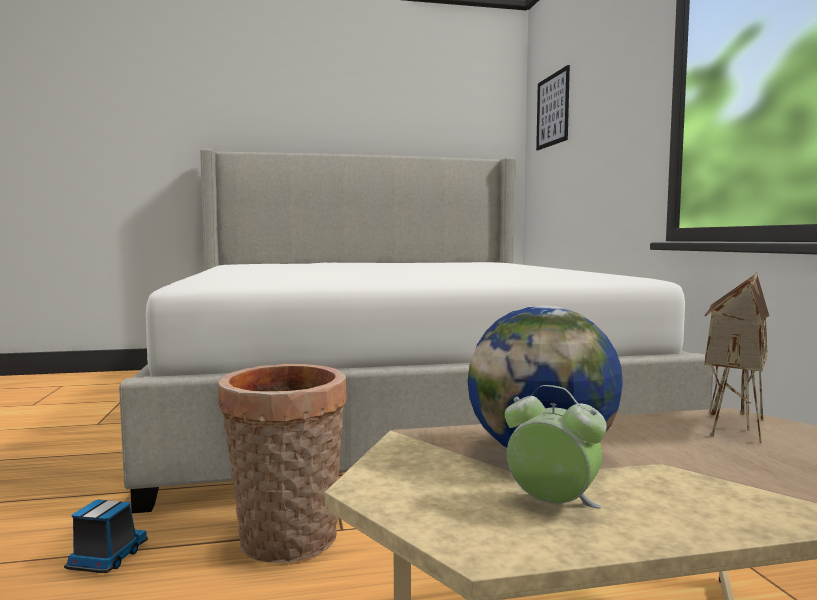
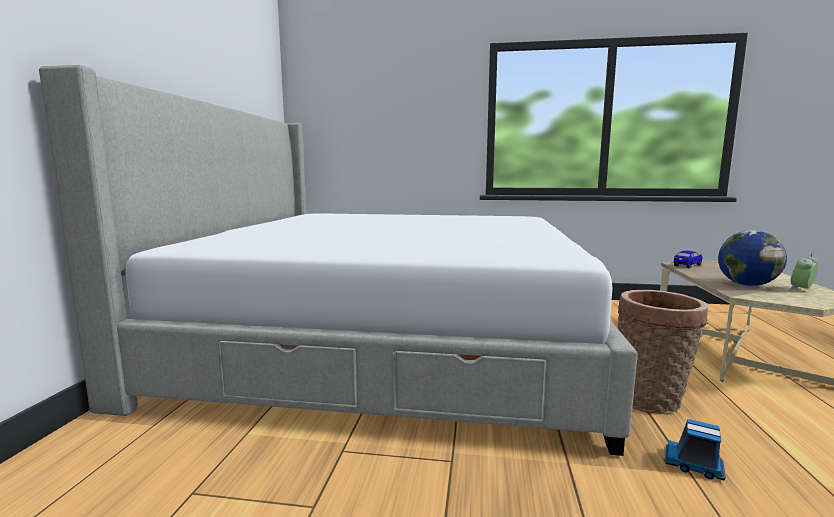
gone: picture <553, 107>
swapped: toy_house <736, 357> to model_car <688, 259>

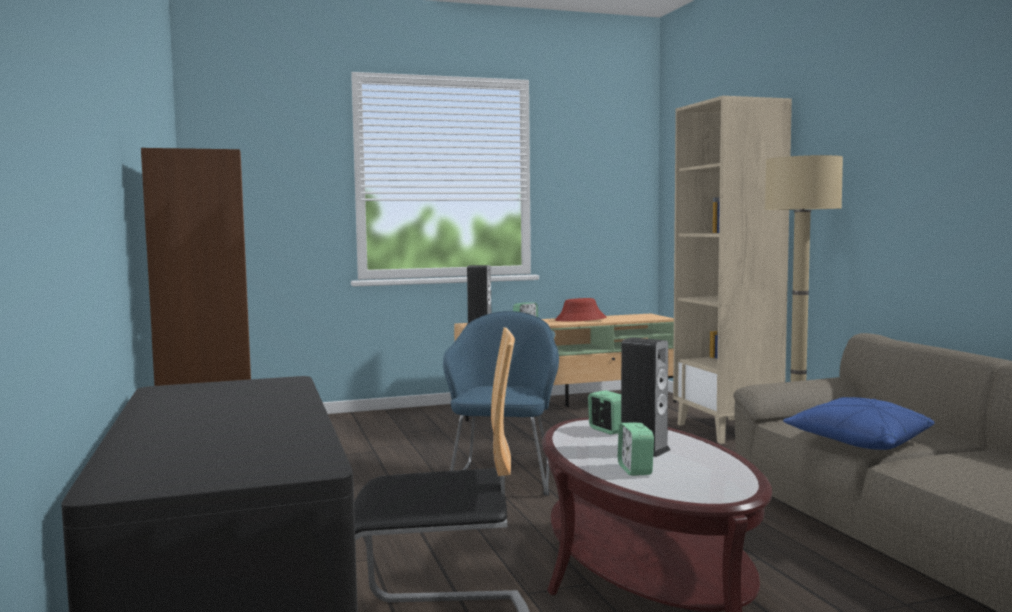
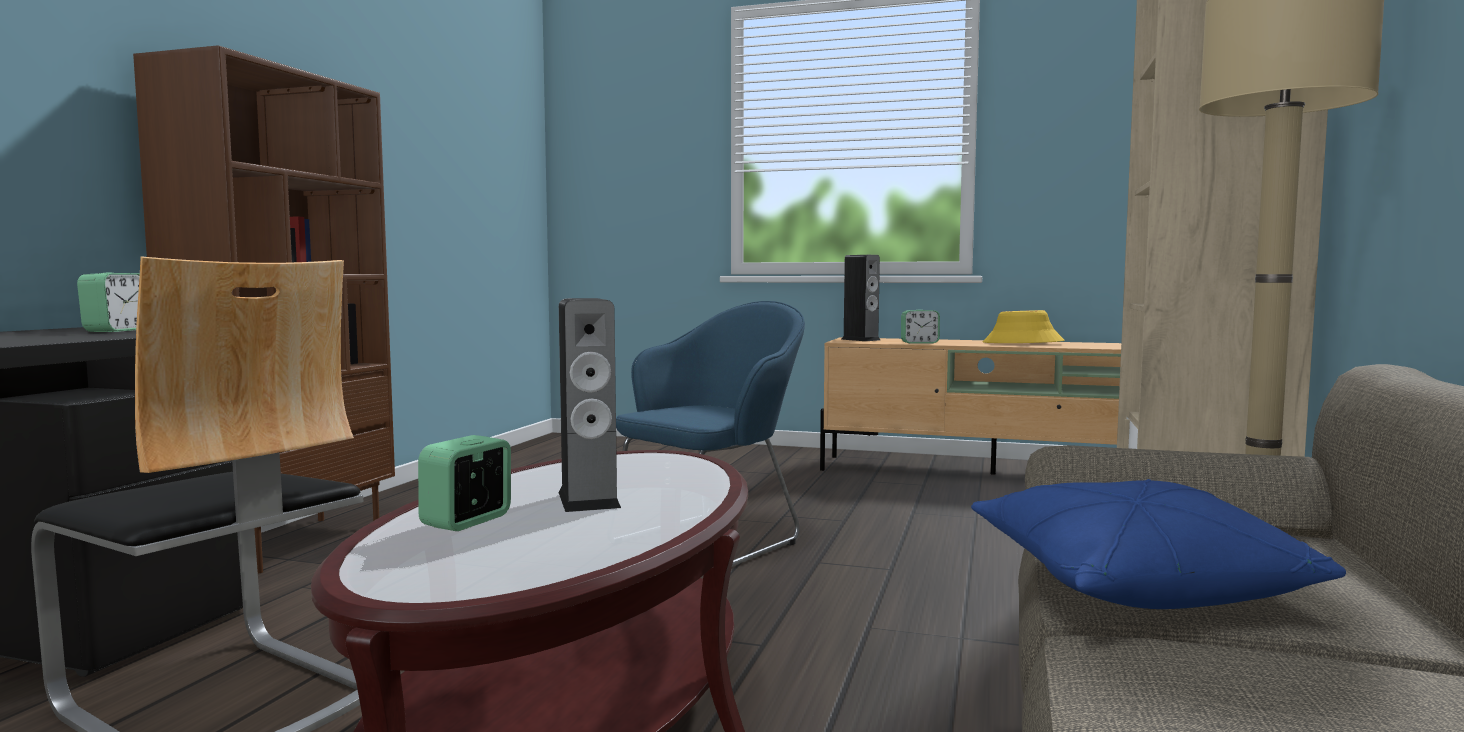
shifted: alarm_clock <604, 412> to <108, 302>
repainted: red-coloured_clothing_hat <580, 310> to yellowish_clothing_hat <1024, 326>

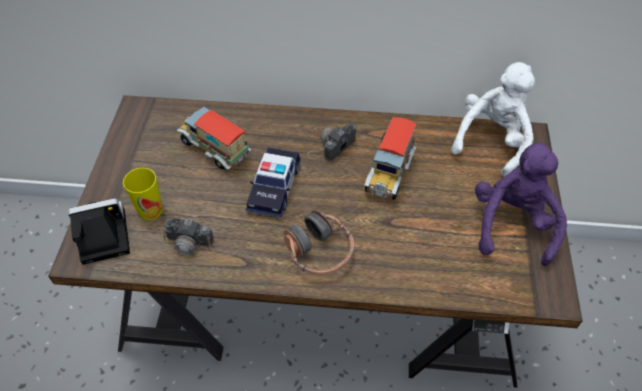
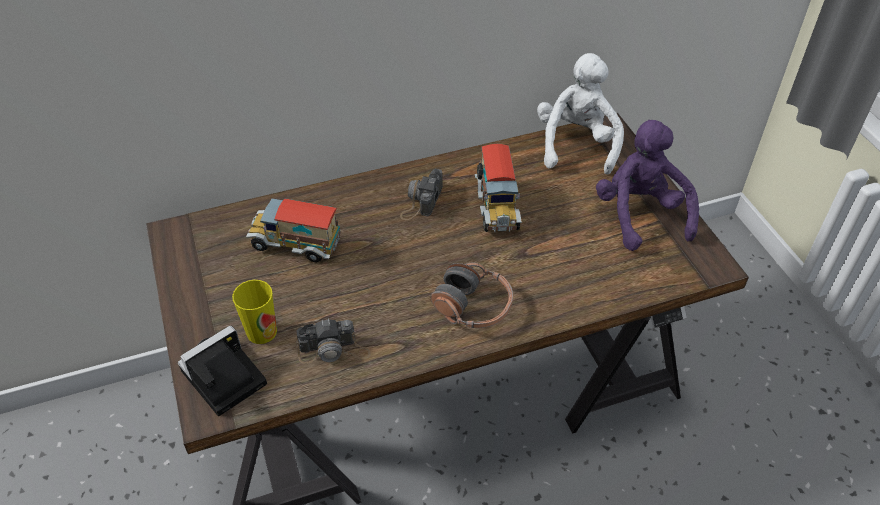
gone: model_car <273, 182>

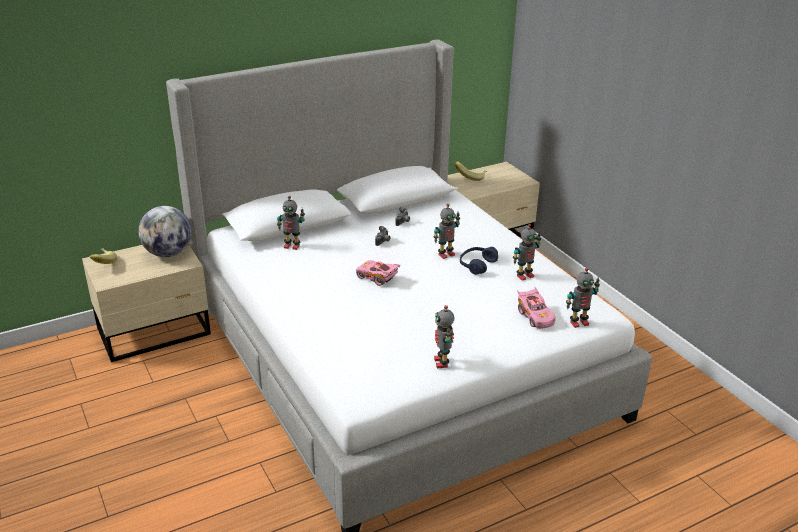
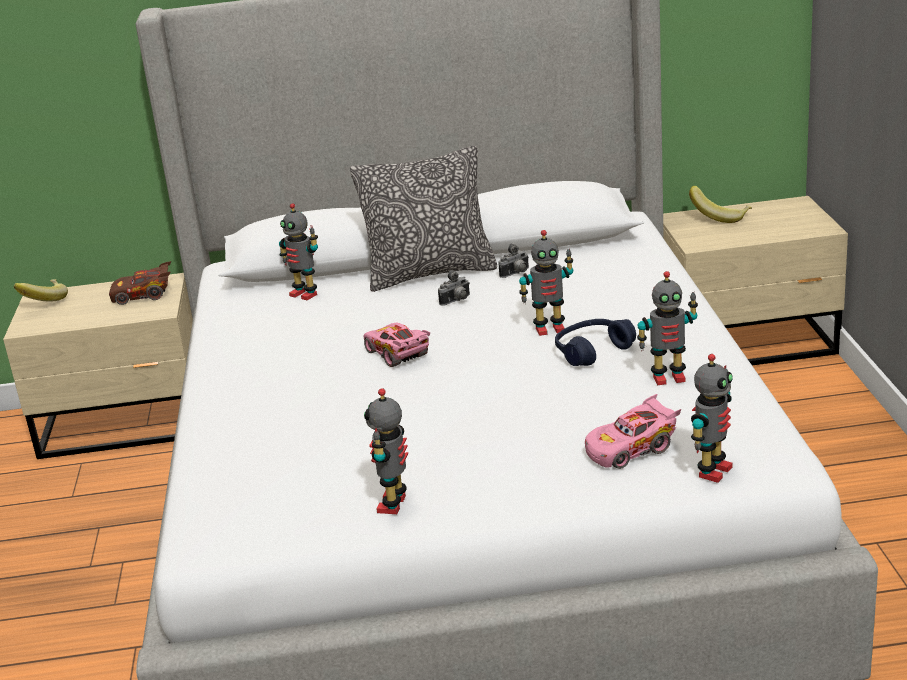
new: throw_pillow <423, 219>
swapped: globe <165, 231> to brown-coloured_model_car <140, 283>
rotated: pinkish_model_car <536, 308> = <633, 431> 60 degrees clockwise; model_robot <583, 298> = <712, 418> 60 degrees counterclockwise

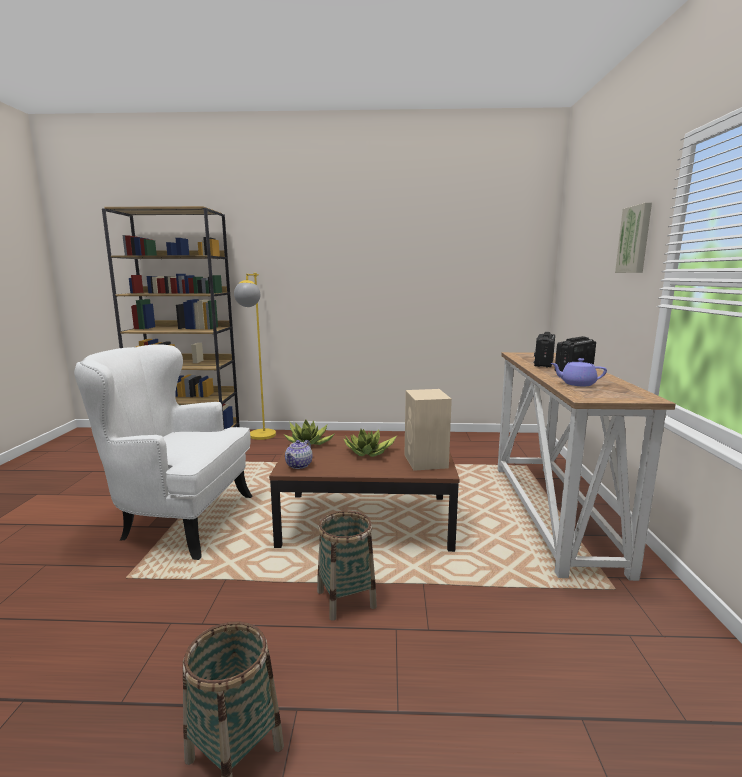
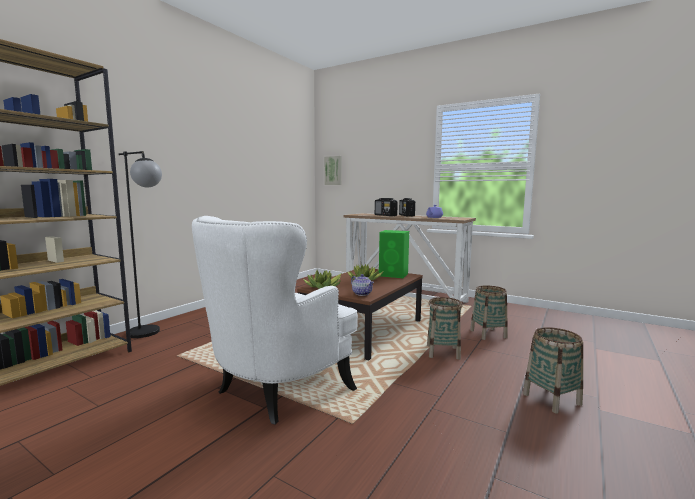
new: household_basket <489, 313>
shifted: picture <633, 238> to <333, 170>
repainted: yellowish_standing_lamp <255, 356> to black_standing_lamp <140, 244>; beige-coloured_speaker <428, 430> to green-coloured_speaker <394, 254>

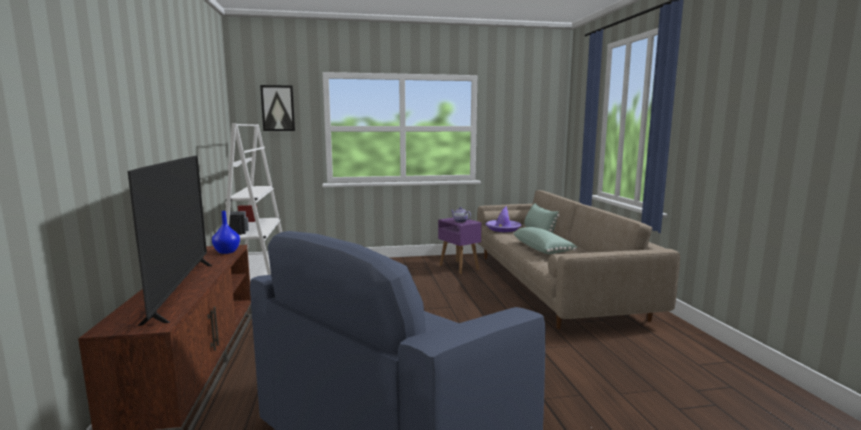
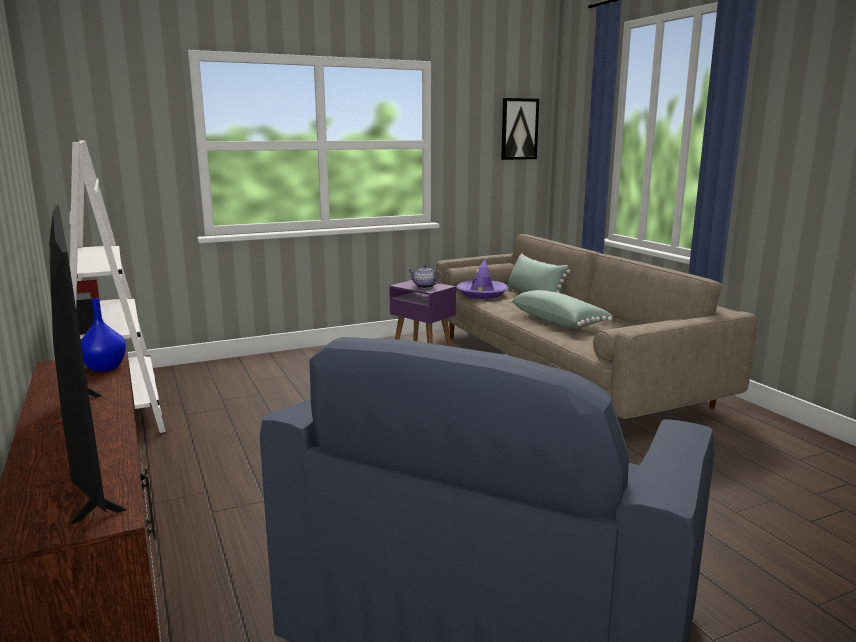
shifted: picture <277, 108> to <520, 129>

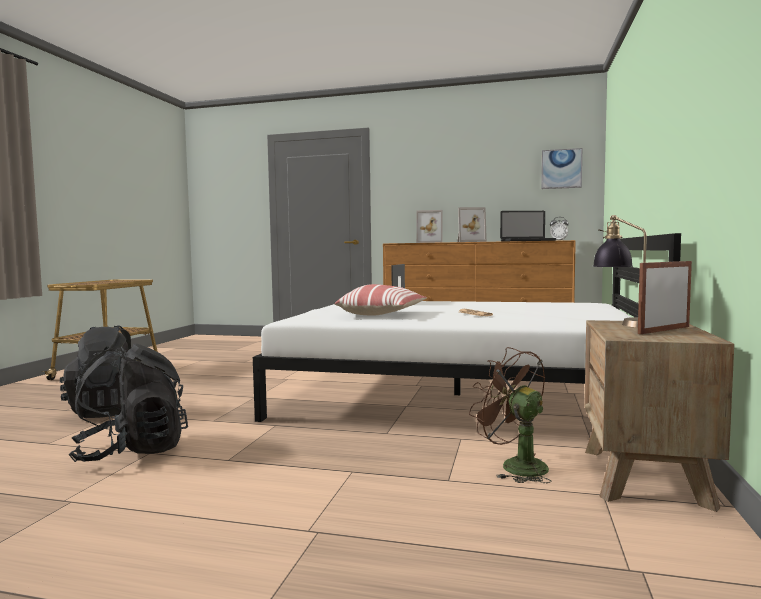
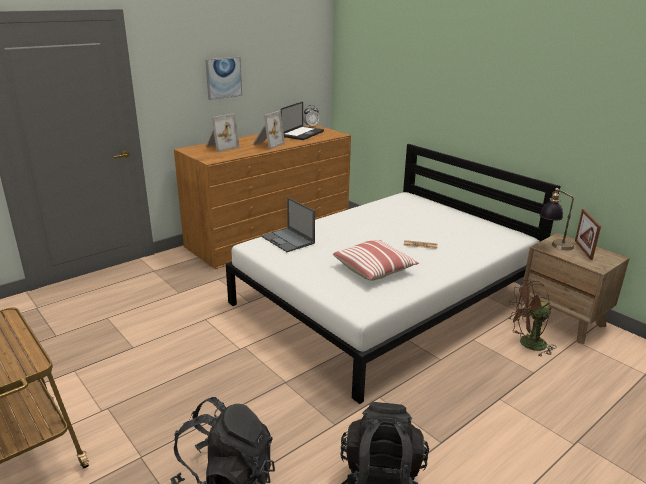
shifted: picture <561, 168> to <223, 78>

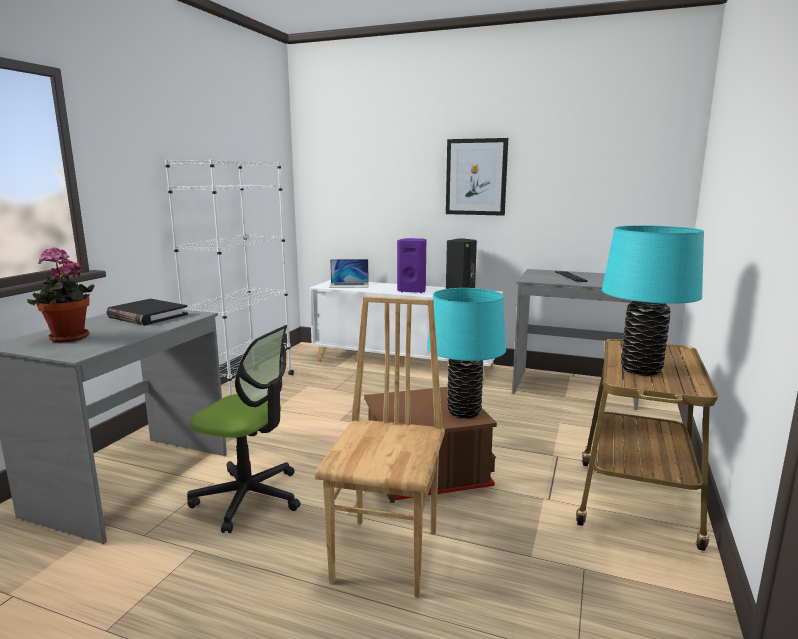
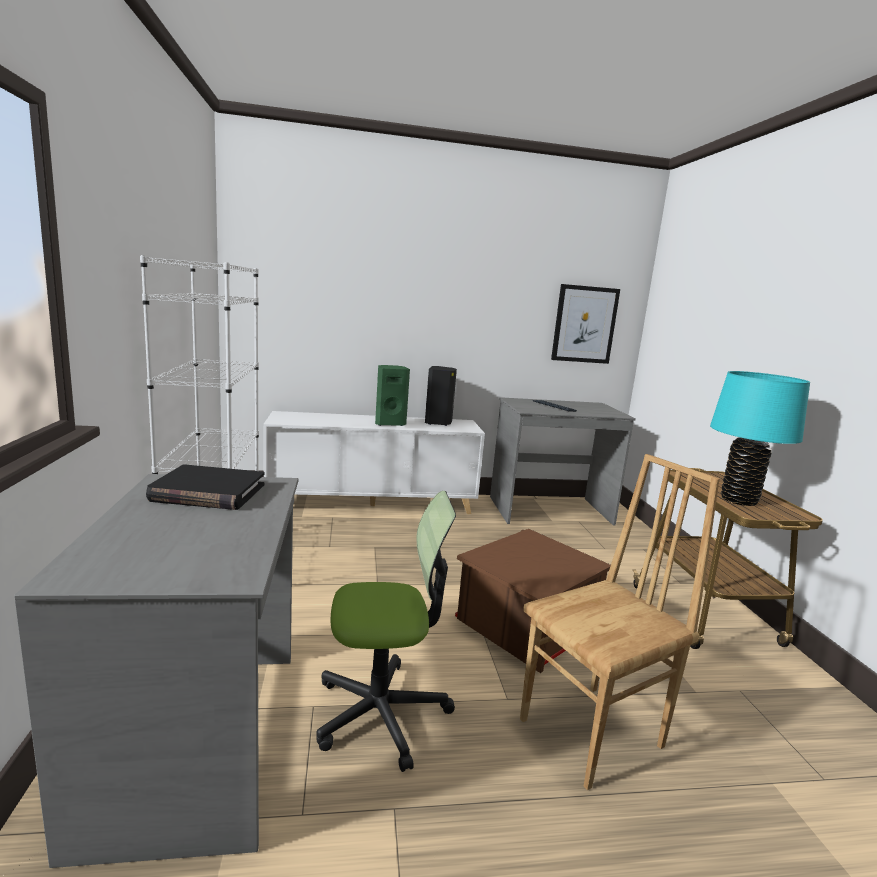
gone: potted_plant <61, 295>; portable_computer <349, 273>; turquoise-coloured_table_lamp <466, 353>
shifted: picture <477, 177> to <585, 324>
repainted: purplish_speaker <411, 265> to green-coloured_speaker <392, 395>
rotated: brown-coloured_plain_chair <380, 447> = <620, 622> 75 degrees clockwise

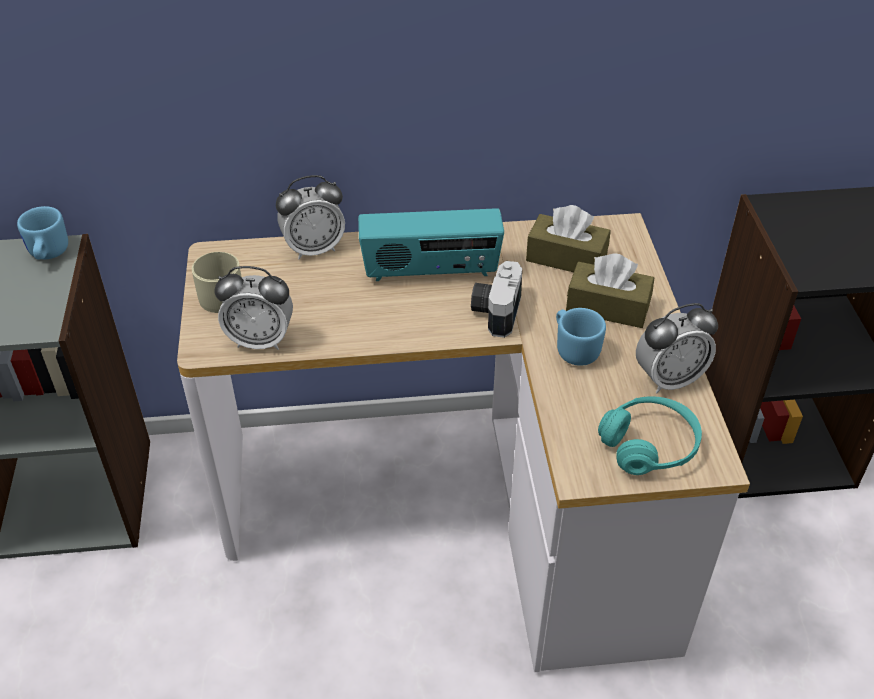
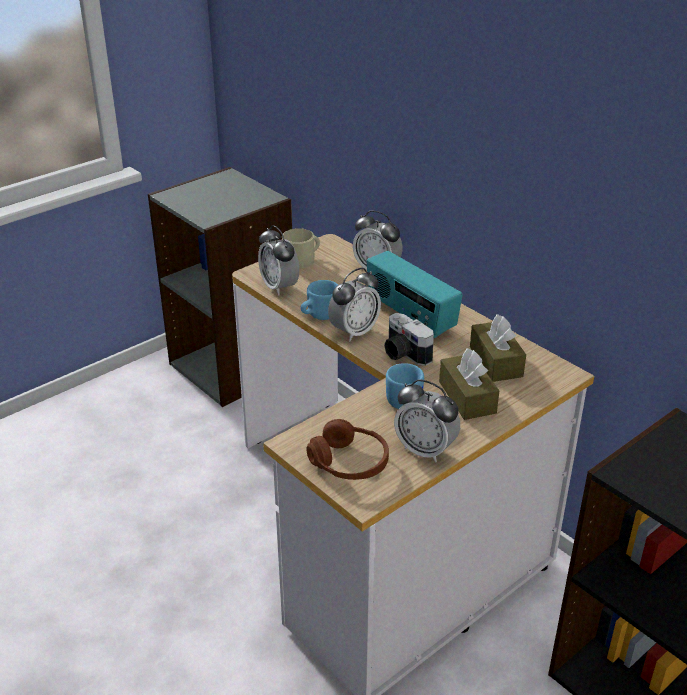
new: alarm_clock <354, 304>
shifted: blue-coloured_tea_mug <42, 233> to <319, 300>
repainted: turquoise-coloured_headphones <650, 435> to brown-coloured_headphones <347, 449>
rotated: still_camera <496, 299> = <409, 339> 105 degrees counterclockwise

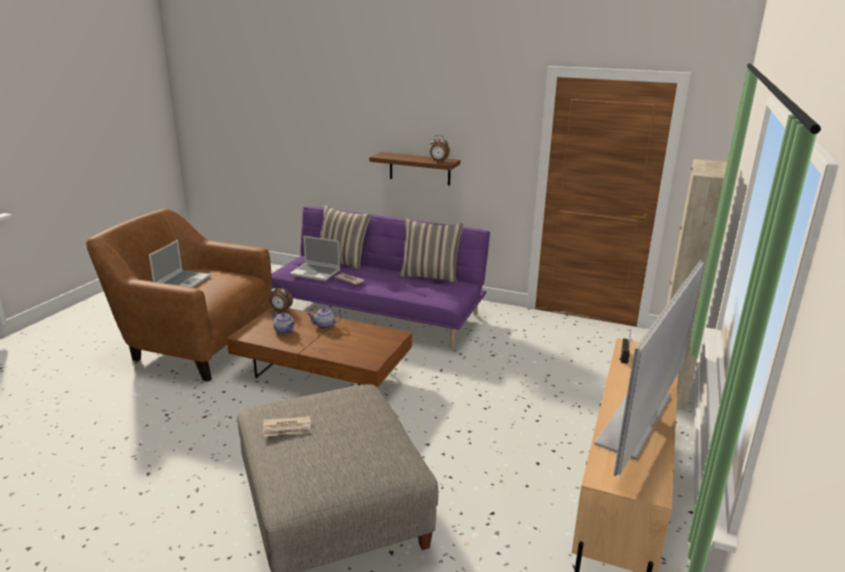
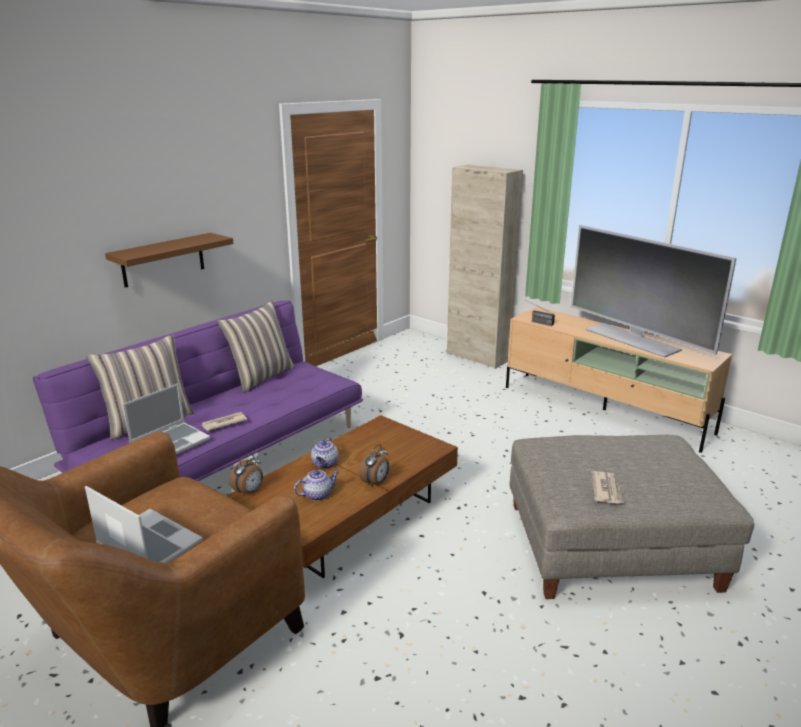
shifted: alarm_clock <440, 148> to <374, 465>

